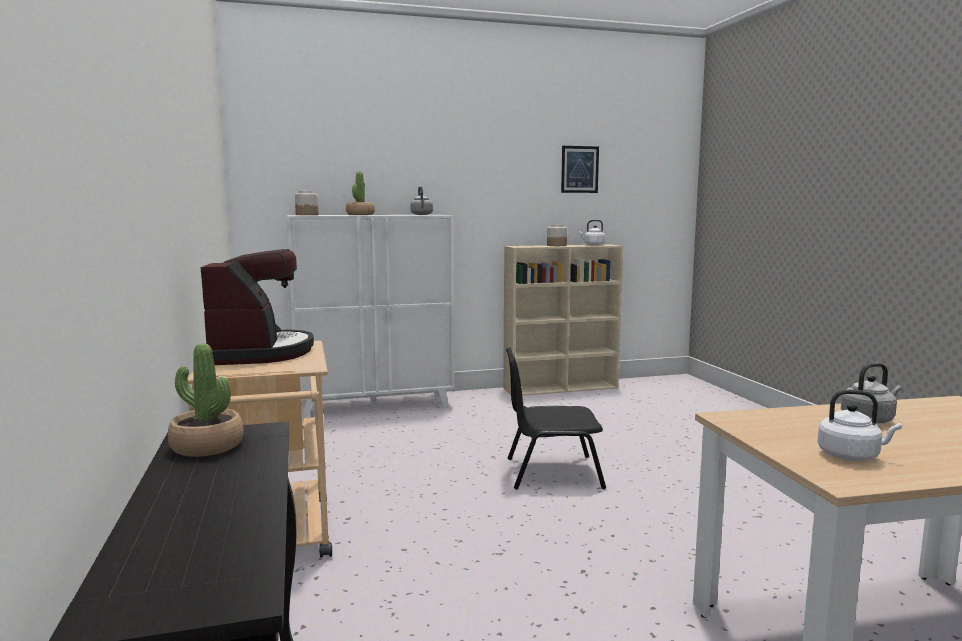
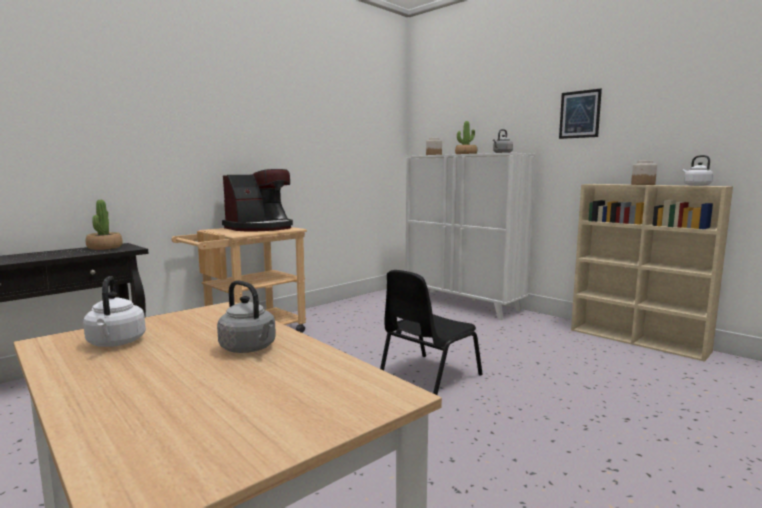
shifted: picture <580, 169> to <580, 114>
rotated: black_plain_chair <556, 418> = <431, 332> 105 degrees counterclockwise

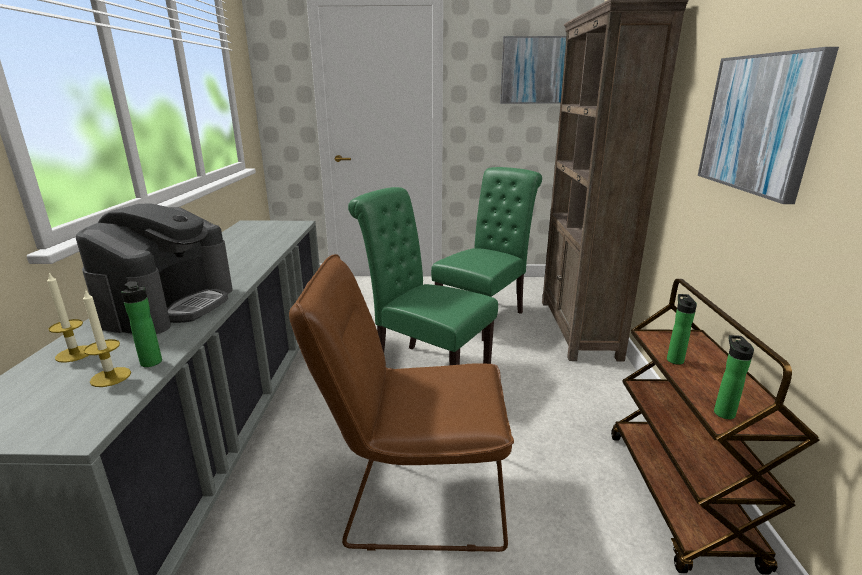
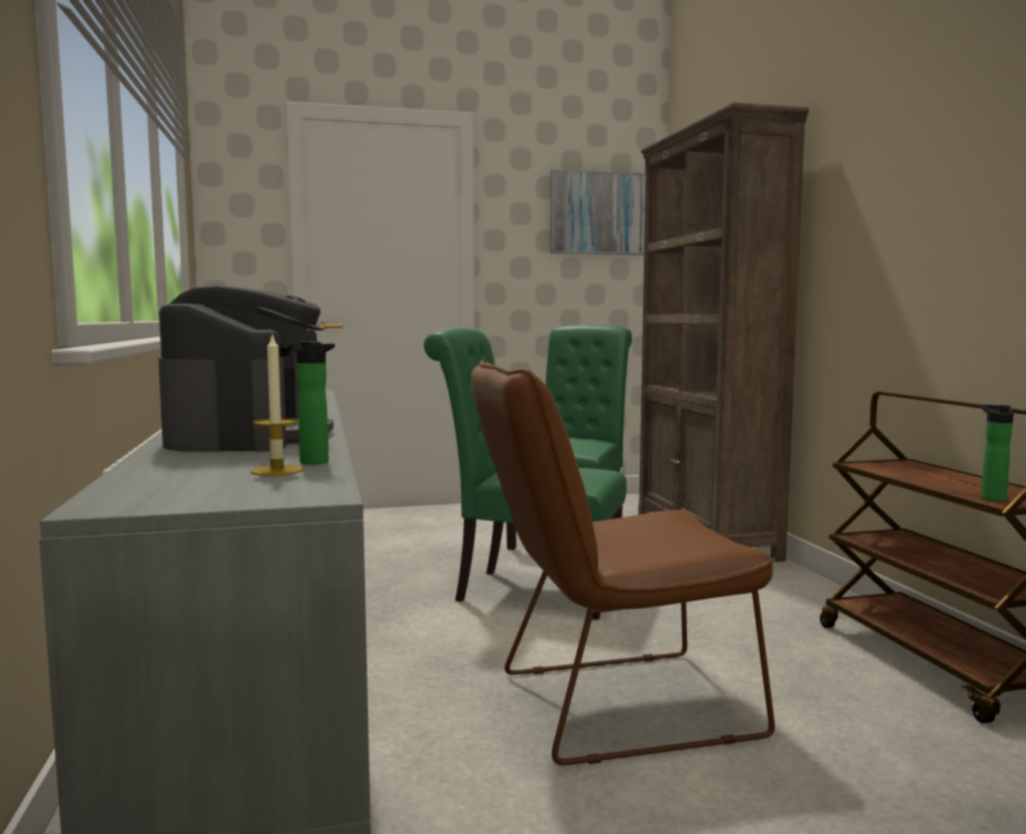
gone: wax_candle <68, 318>; beverage_bottle <682, 329>; picture <768, 125>

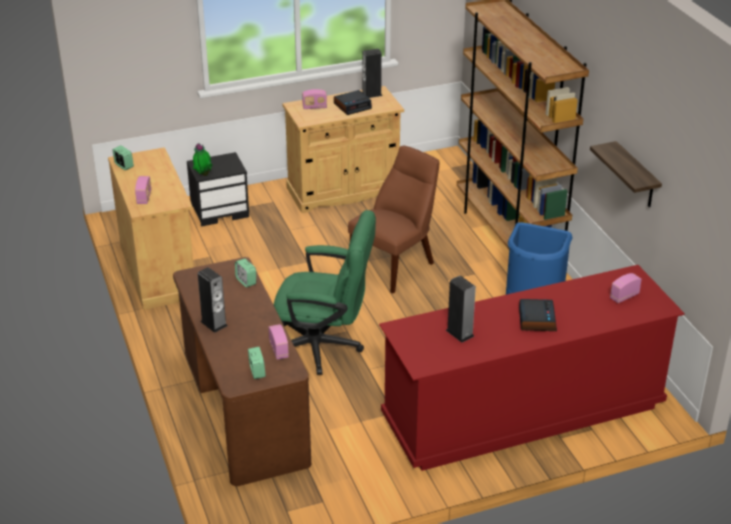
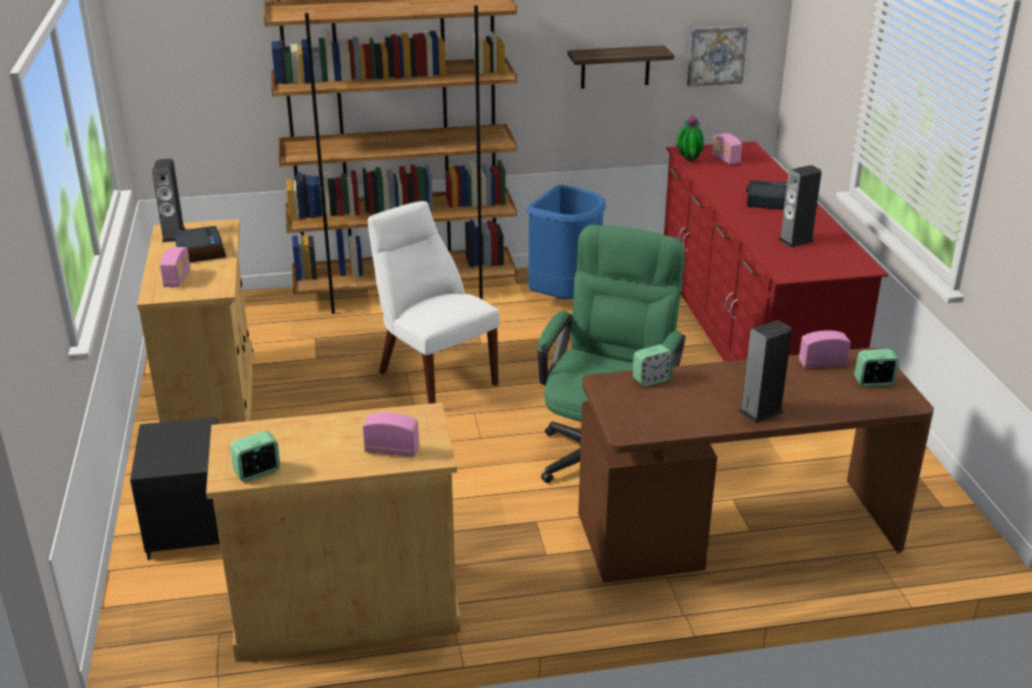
new: picture <717, 56>
shifted: potted_plant <202, 159> to <690, 138>
repainted: brown-coloured_plain_chair <393, 219> to white-coloured_plain_chair <434, 302>

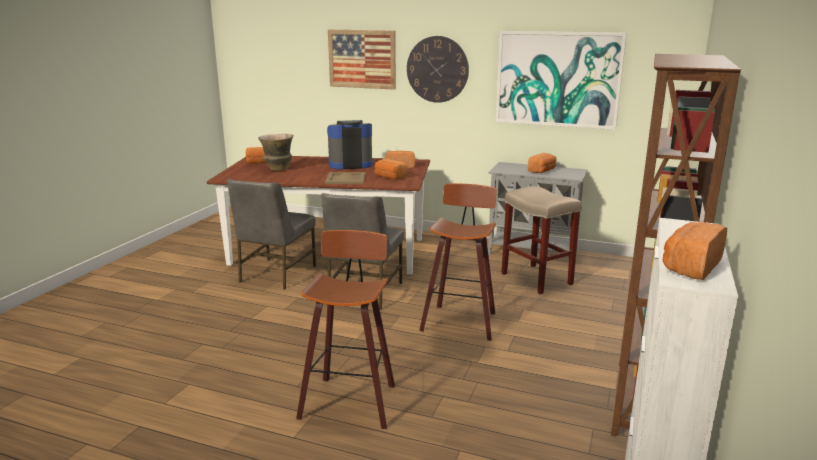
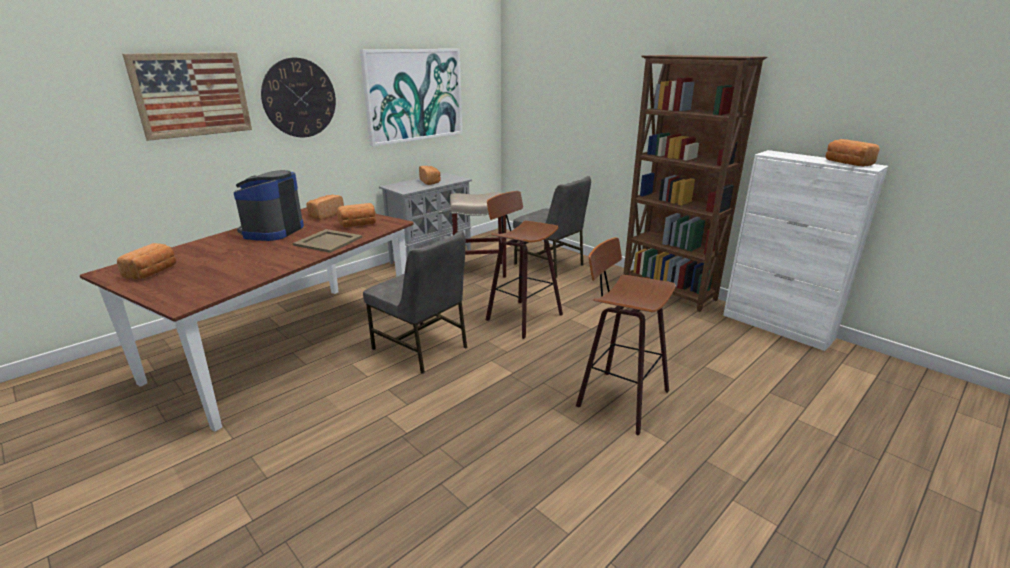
gone: vase <276, 152>
shifted: grey_plain_chair <271, 234> to <552, 227>

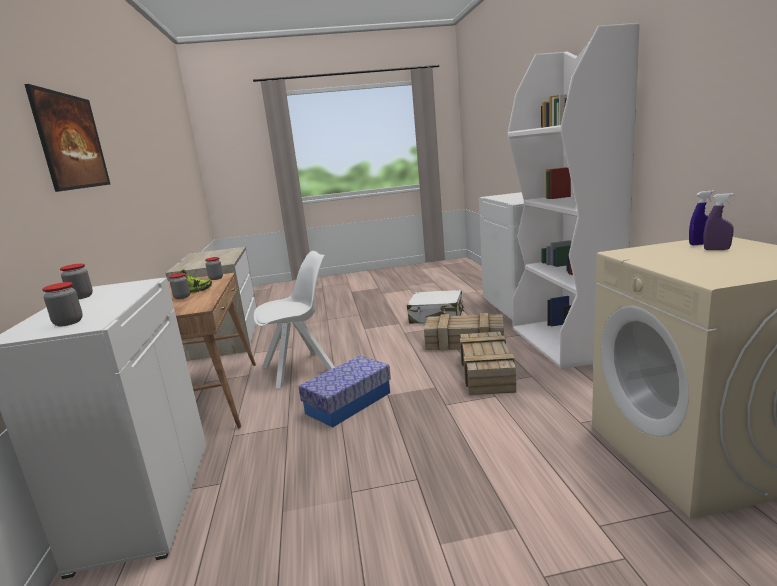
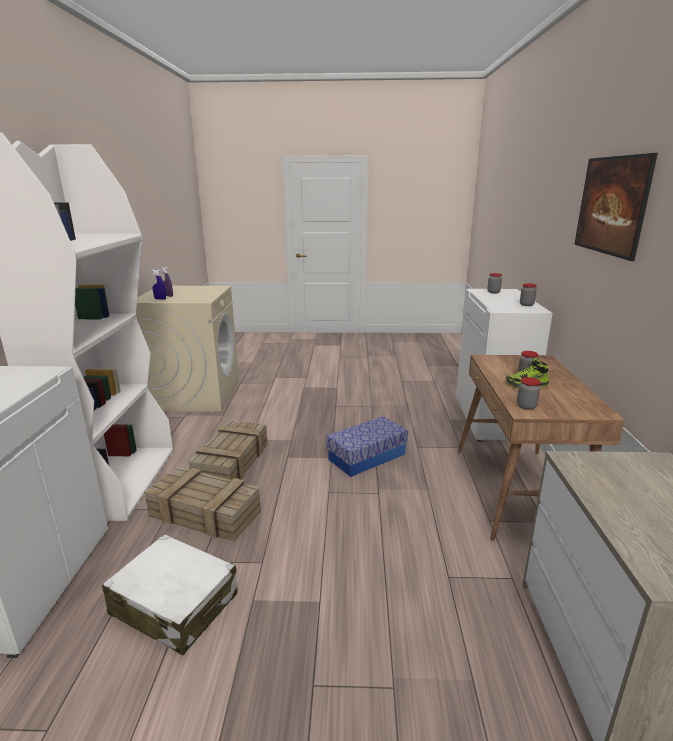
gone: white-coloured_plain_chair <294, 319>

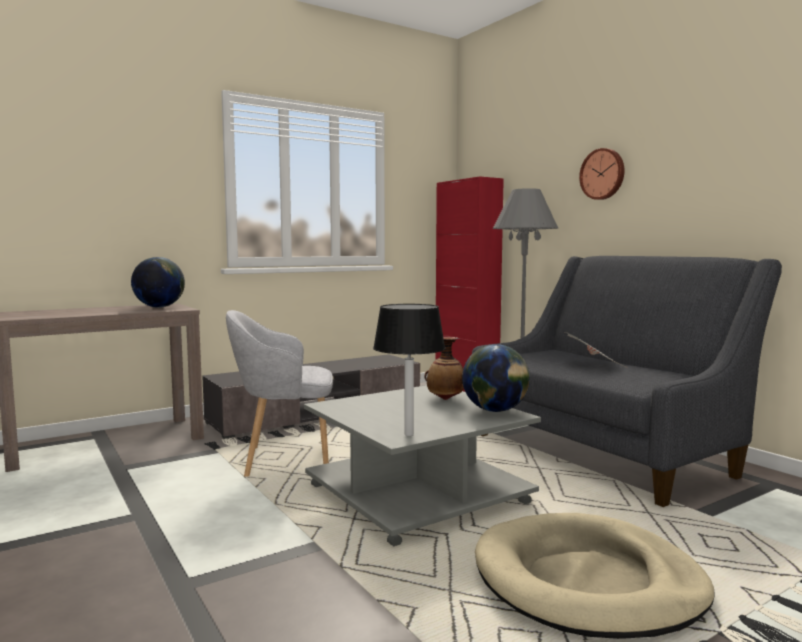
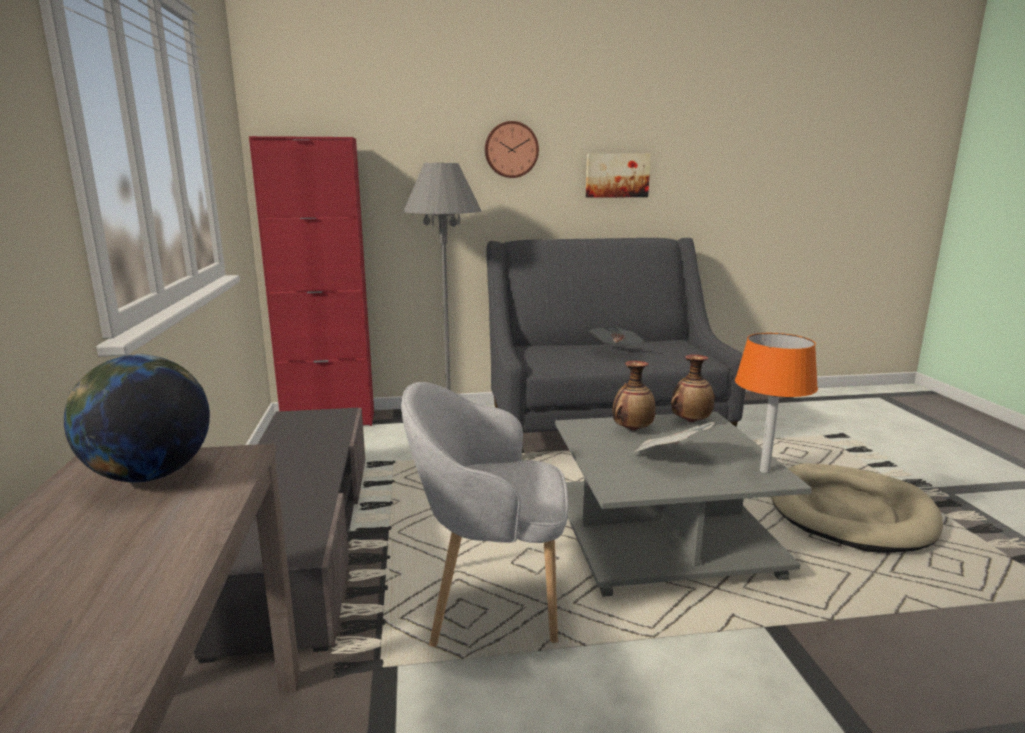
new: picture <618, 176>; printed_paper <673, 437>
swapped: globe <496, 378> to vase <693, 388>
repainted: black_table_lamp <409, 370> to orangey_table_lamp <776, 403>
rotated: grey_easy_chair <279, 394> = <484, 514> 75 degrees clockwise

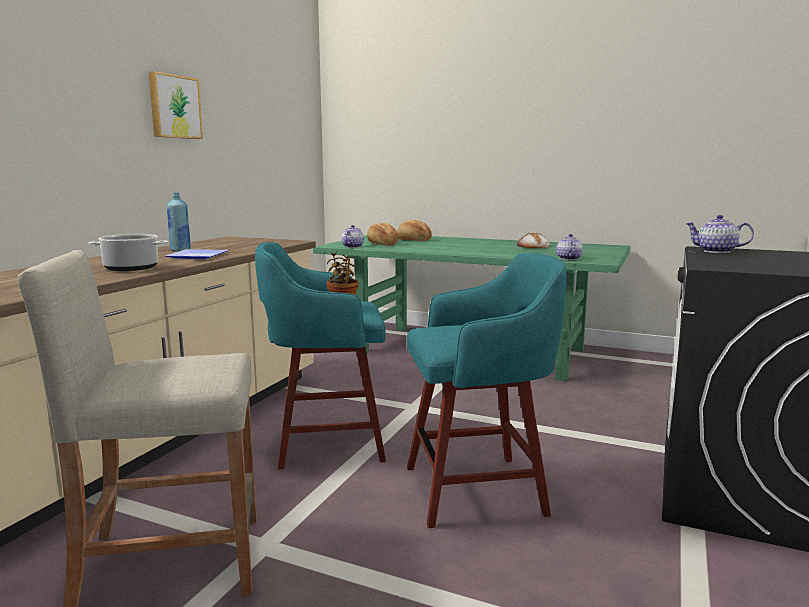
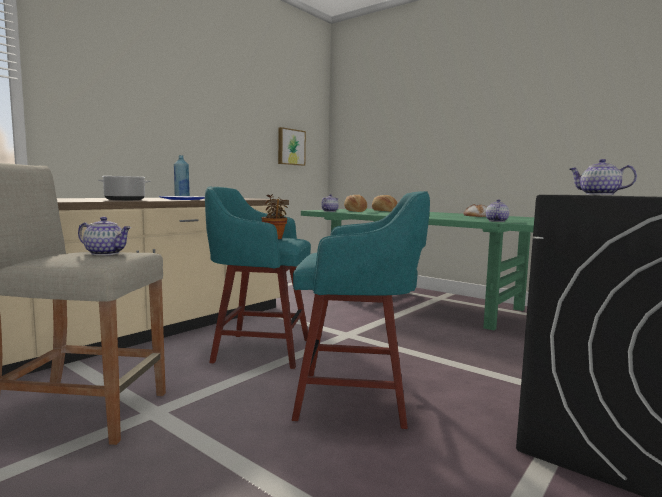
new: pot_for_tea <104, 236>
shifted: picture <176, 105> to <292, 146>

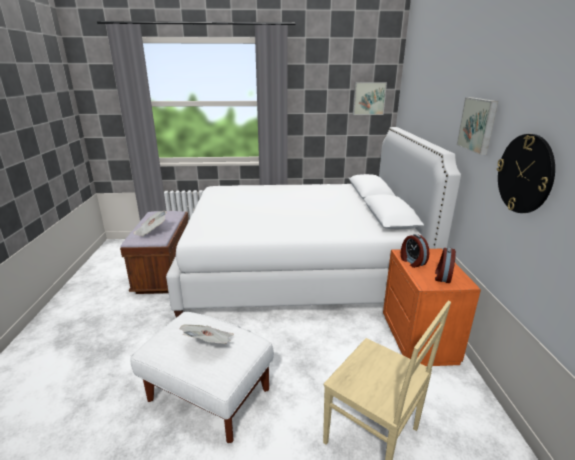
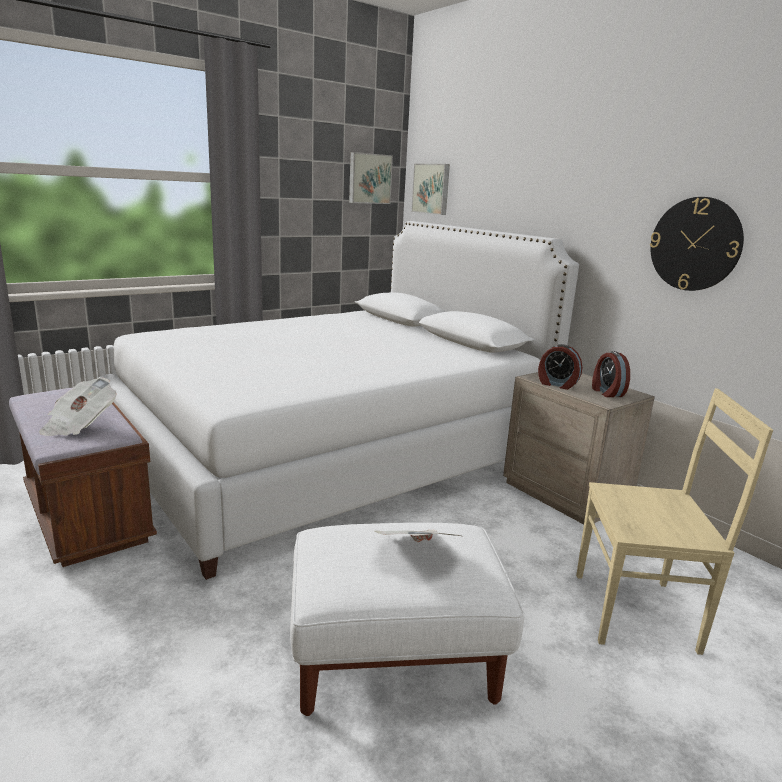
shifted: picture <477, 126> to <430, 189>
repainted: orangey_bedside_table <432, 307> to beige-coloured_bedside_table <579, 448>

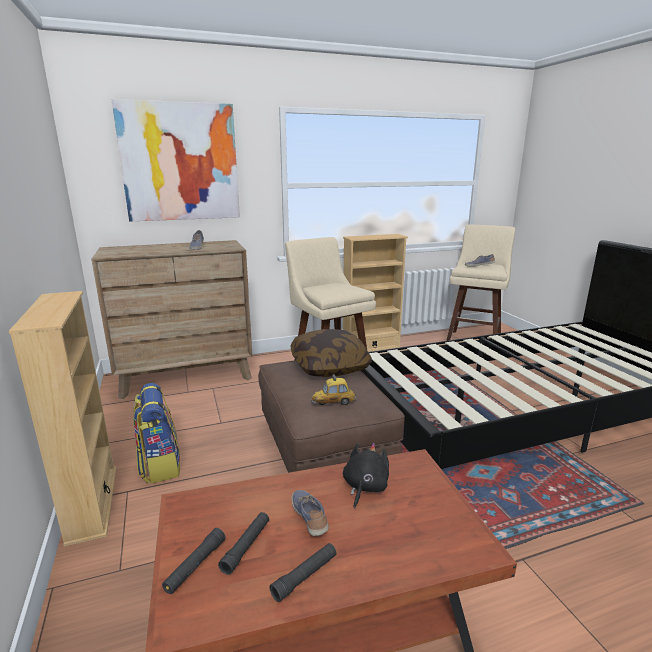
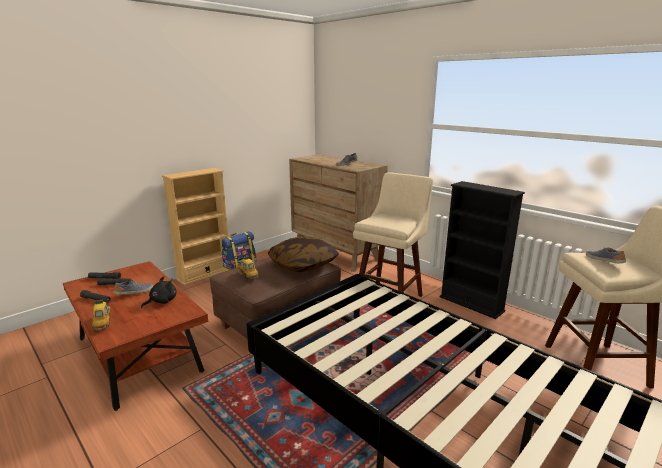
gone: picture <175, 160>
new: model_car <101, 315>
repainted: beige-coloured_bookcase <375, 293> to black_bookcase <482, 250>
rotated: black_cuddly_toy <366, 475> = <158, 292> 45 degrees counterclockwise

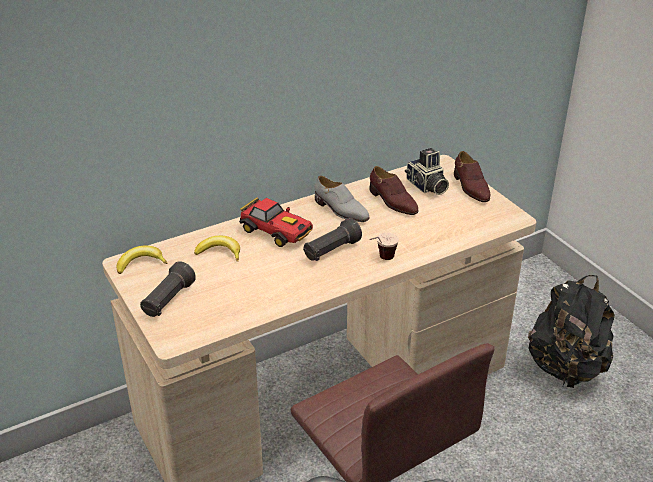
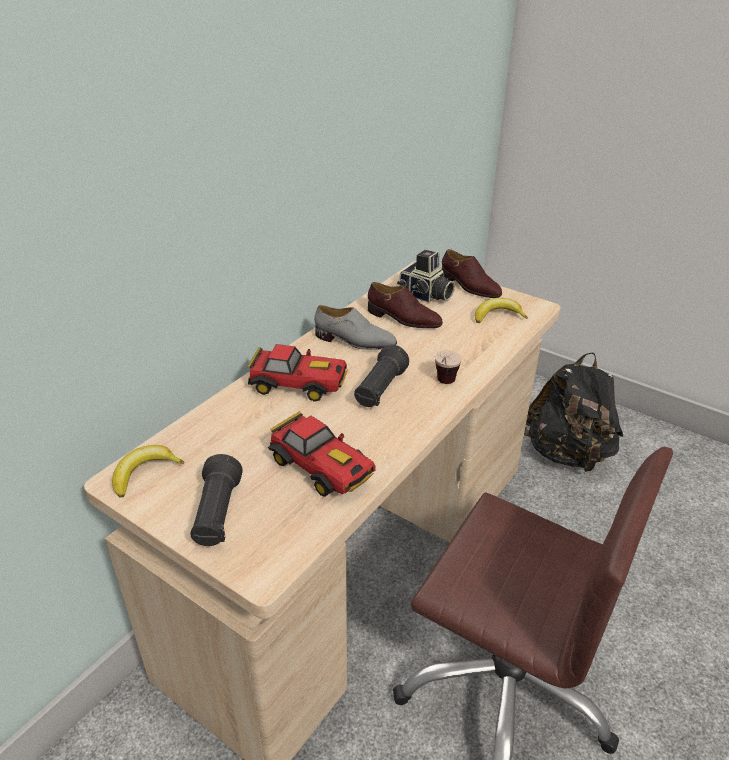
new: model_car <322, 454>
shifted: banana <217, 248> to <501, 310>

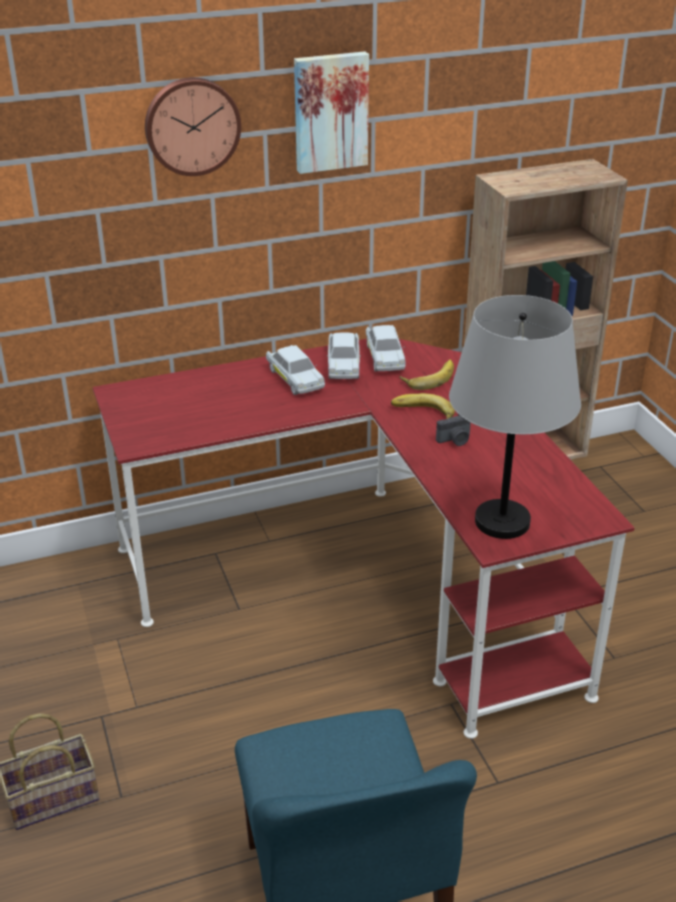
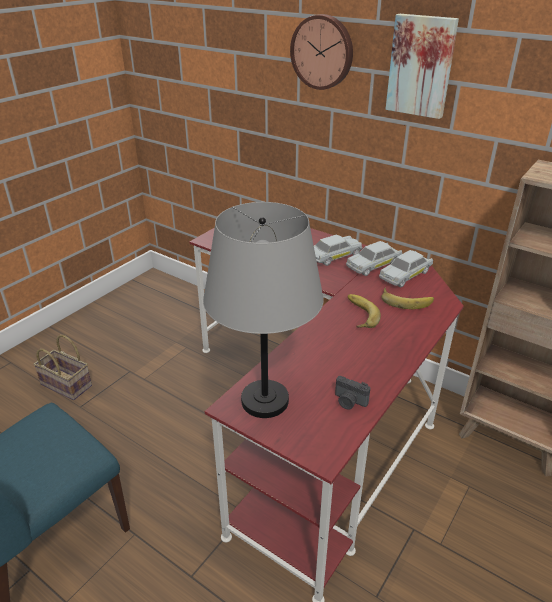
shifted: still_camera <453, 430> to <352, 393>
rotated: white-coloured_model_car <295, 370> = <338, 250> 150 degrees counterclockwise

